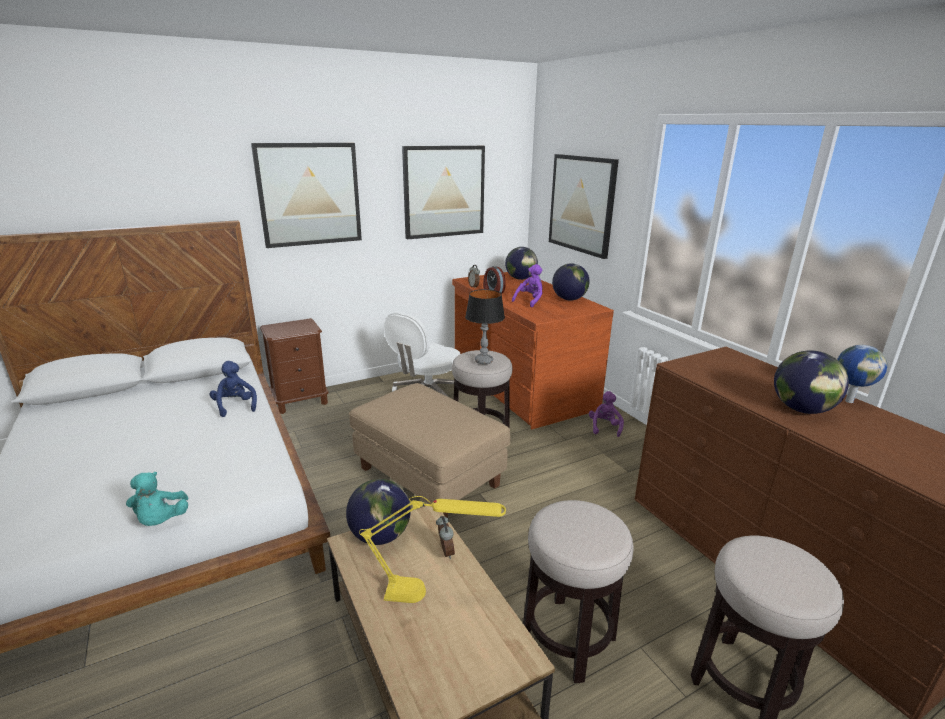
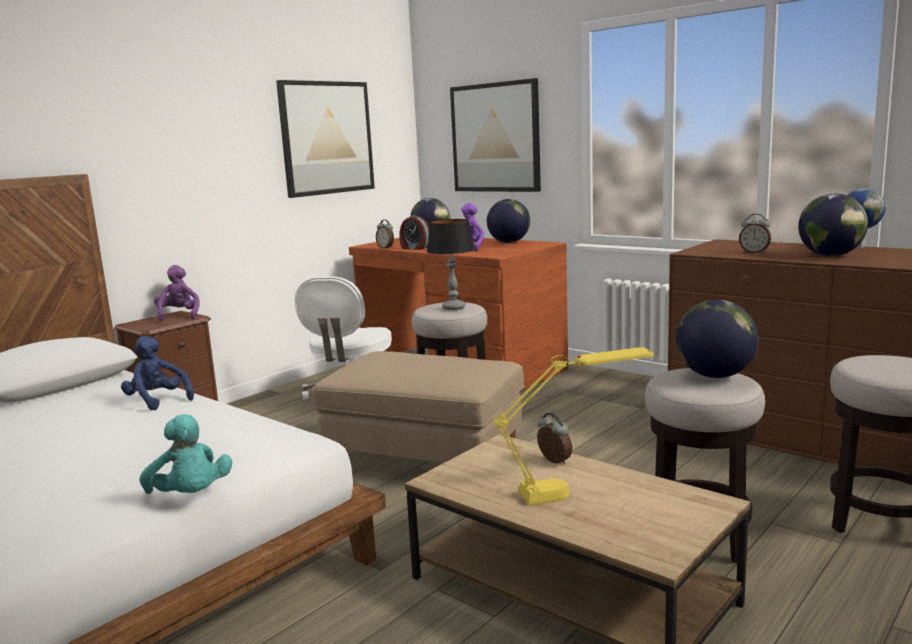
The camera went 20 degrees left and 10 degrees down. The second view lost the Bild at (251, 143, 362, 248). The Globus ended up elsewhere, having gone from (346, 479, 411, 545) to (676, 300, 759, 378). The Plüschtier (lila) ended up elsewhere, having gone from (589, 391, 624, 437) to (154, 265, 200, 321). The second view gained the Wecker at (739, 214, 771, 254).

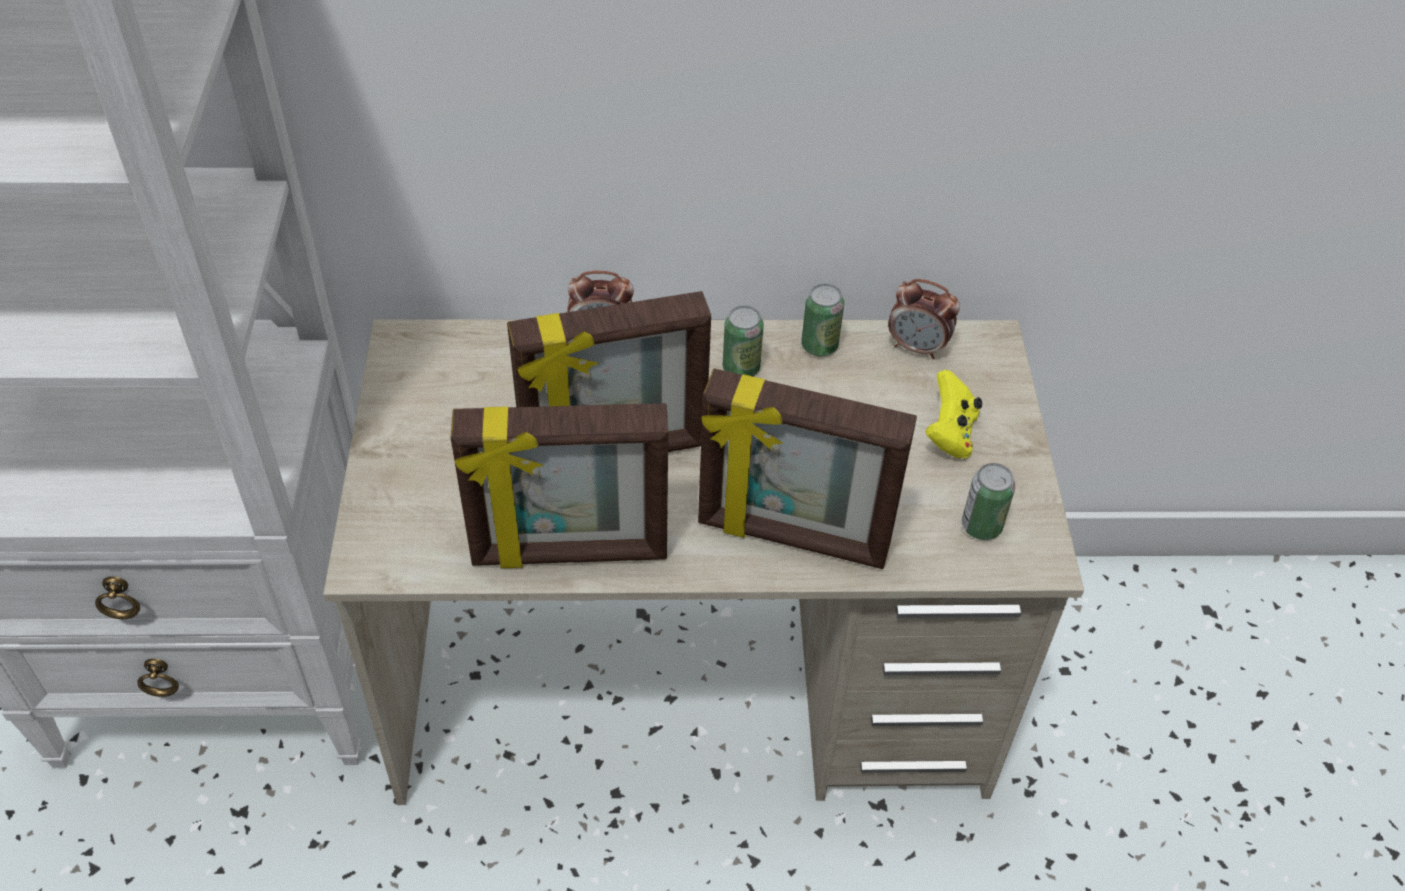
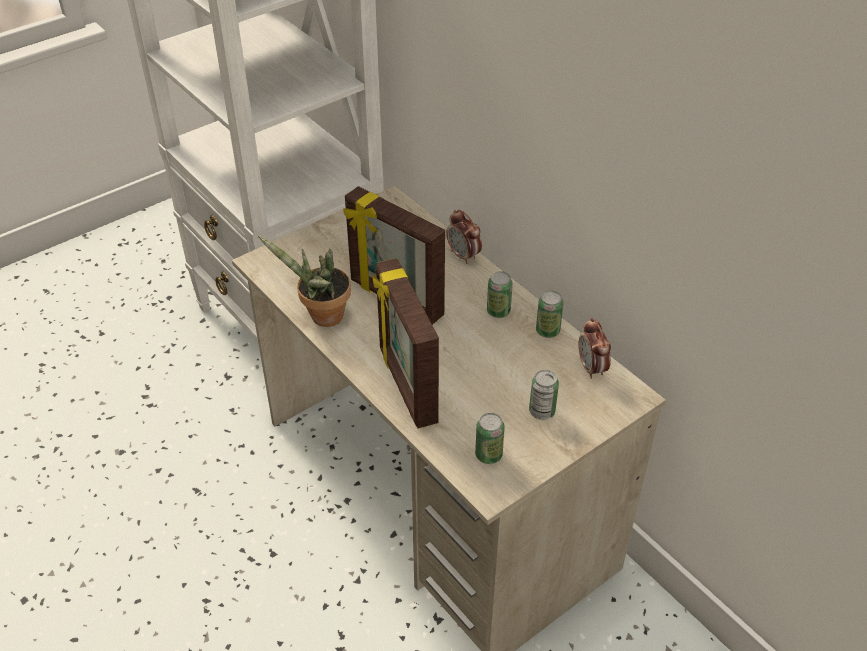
The camera went 55 degrees right and 5 degrees down. Where the Bilderrahmen stood at (451, 403, 668, 568), the Topfpflanze came to stand at (258, 235, 351, 327). Where the Gamepad (gelb) stood at (925, 370, 982, 459), the Dose came to stand at (529, 370, 559, 420).

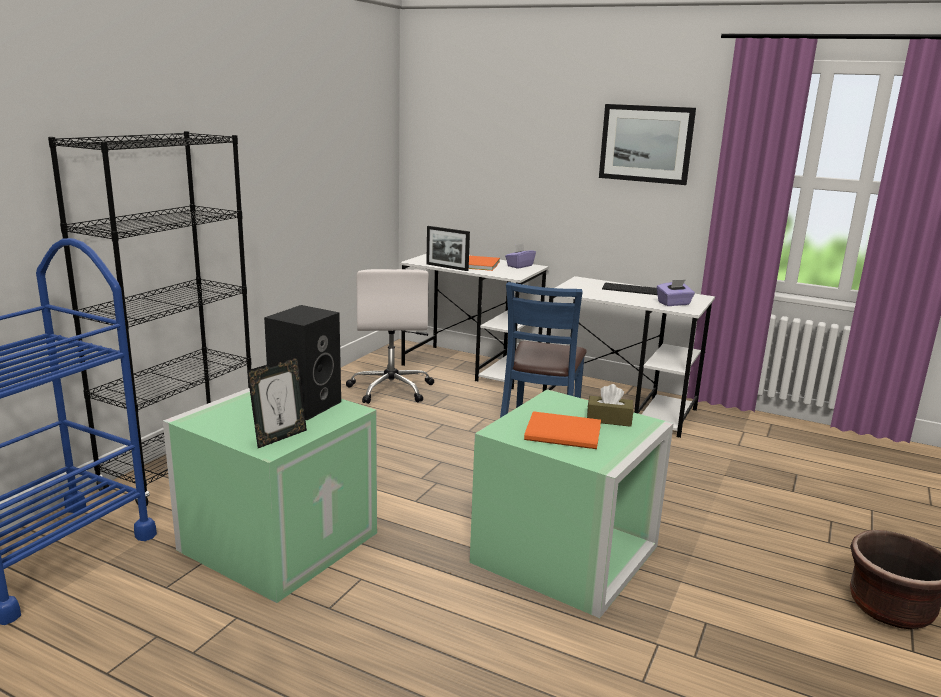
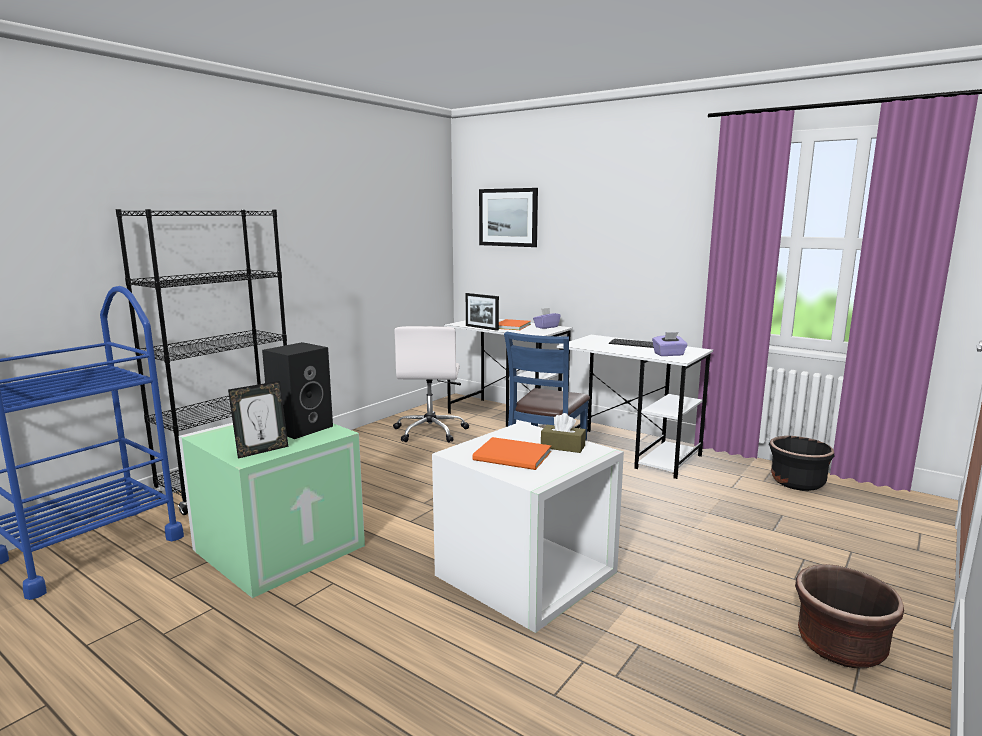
The camera went 10 degrees right and 5 degrees down. What was the Aufbewahrungsbox (grün) at (470, 389, 674, 618) turned into the Aufbewahrungsbox (weiß) at (432, 422, 624, 633). The Bild ended up elsewhere, having gone from (599, 104, 696, 185) to (479, 188, 538, 247). The second view gained the Pflanzkübel (schwarz) at (769, 436, 834, 491).

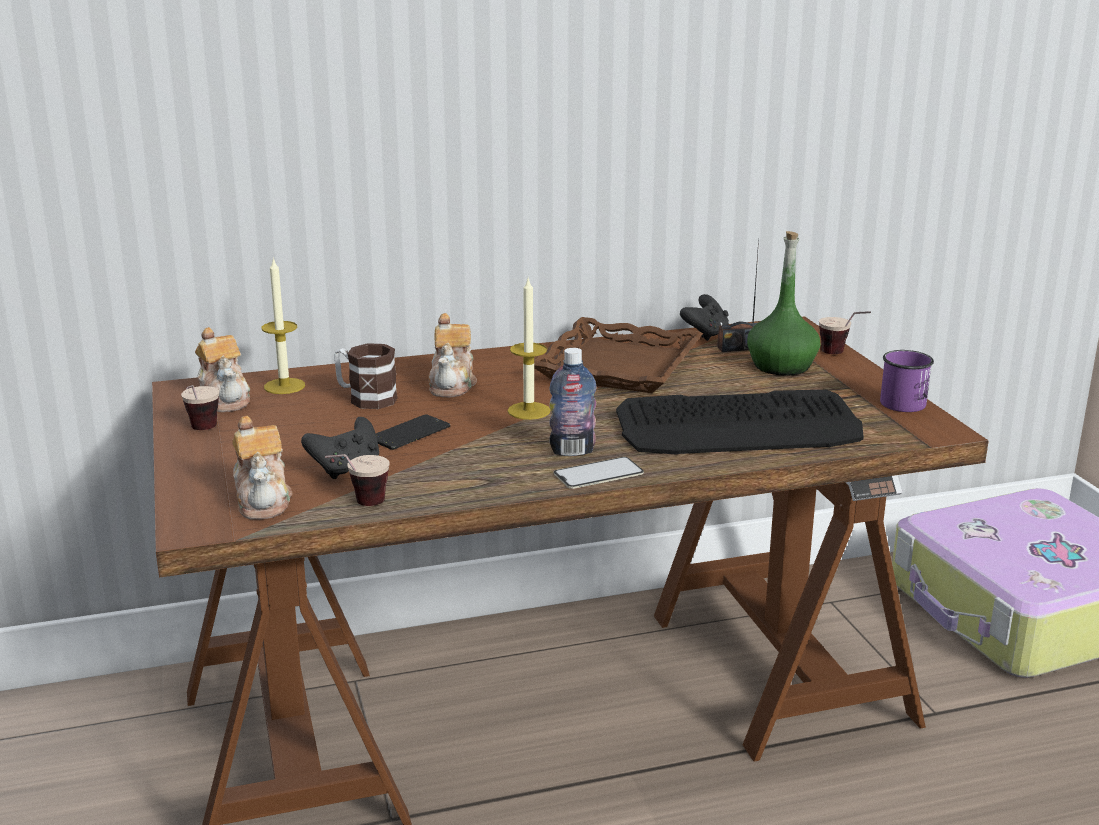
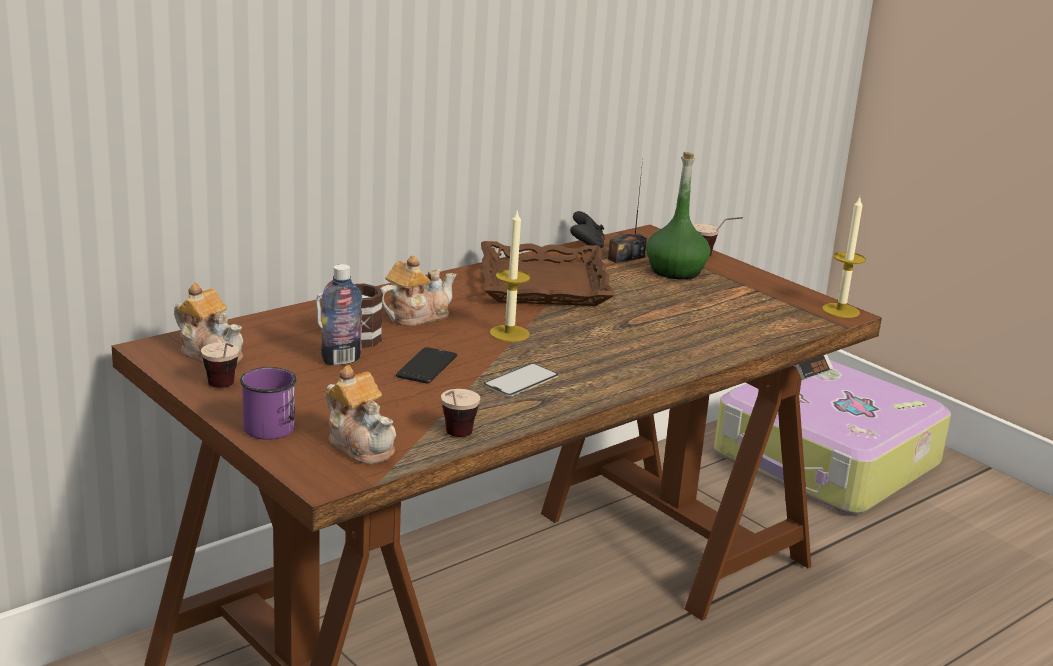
The camera went 25 degrees left and 0 degrees up. The Kerze ended up elsewhere, having gone from (262, 258, 305, 394) to (822, 197, 866, 318). The second view lost the Gamepad (schwarz) at (301, 417, 379, 479). The Teekanne at (429, 313, 477, 397) ended up facing another way, 105 degrees counterclockwise from before. The Flasche ended up elsewhere, having gone from (549, 348, 597, 456) to (321, 264, 362, 365). The Handy ended up elsewhere, having gone from (554, 457, 644, 489) to (483, 363, 558, 397). The second view lost the Tastatur at (616, 390, 864, 455). The Henkelbecher (lila) ended up elsewhere, having gone from (880, 350, 934, 412) to (240, 367, 297, 440).

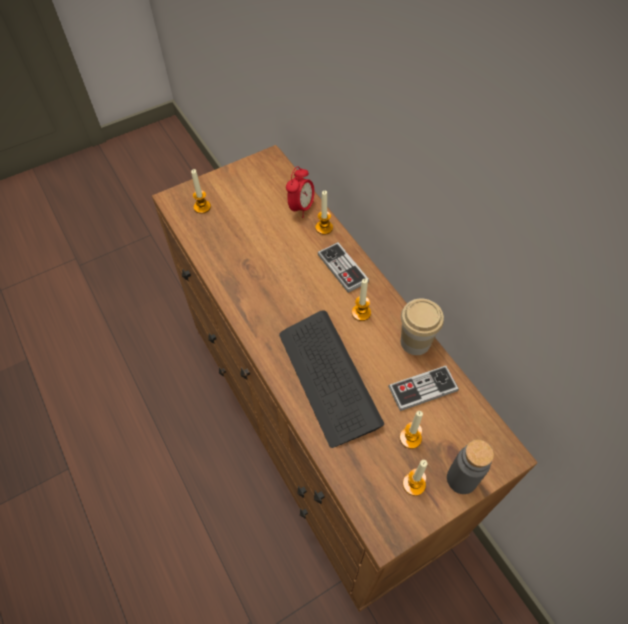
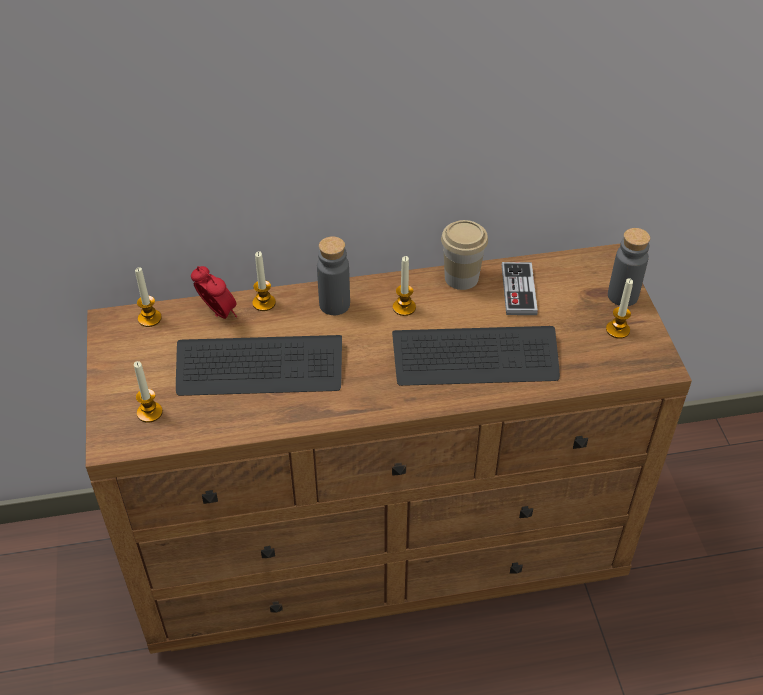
The camera went 70 degrees left and 10 degrees down. Where the Gamepad stood at (318, 242, 369, 293), the Flasche (grau) came to stand at (317, 236, 350, 315). The Kerze ended up elsewhere, having gone from (400, 411, 423, 449) to (135, 267, 162, 327). The second view gained the Tastatur at (176, 335, 342, 396).

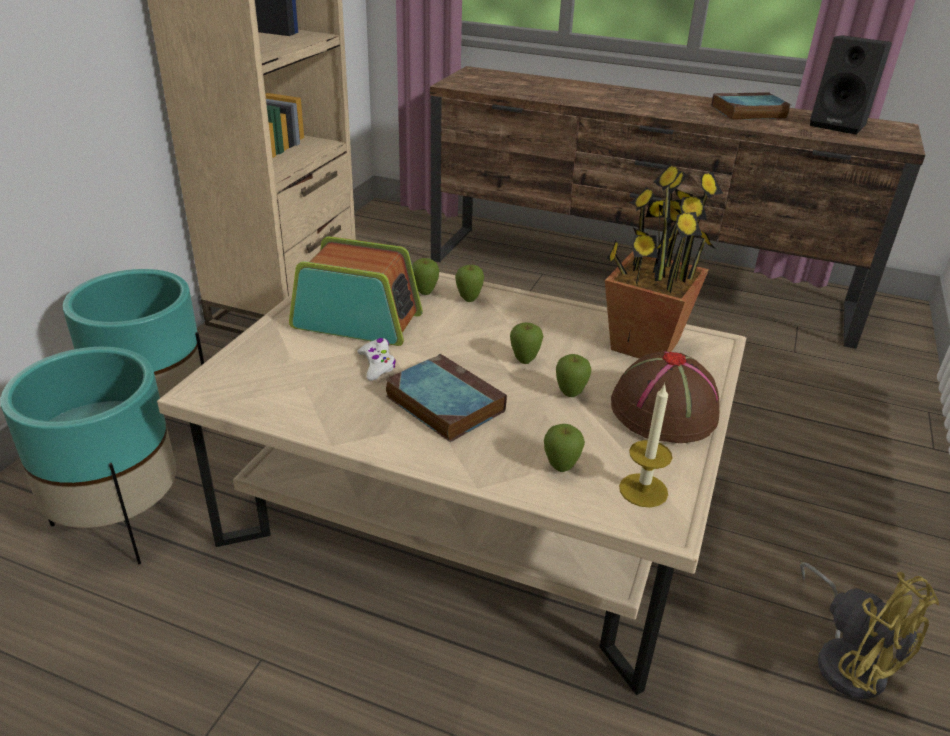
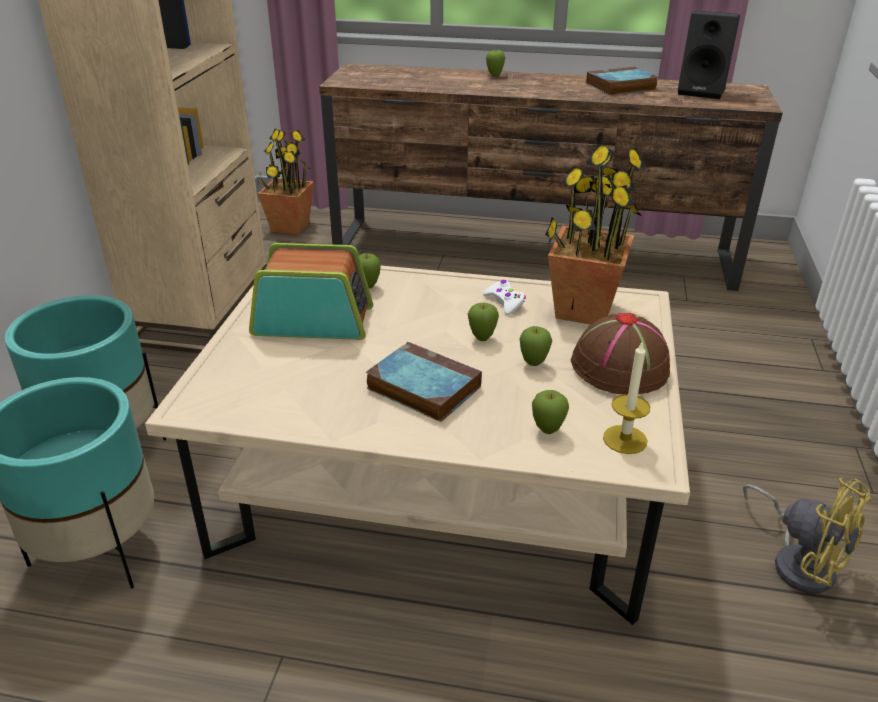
The camera went 10 degrees left and 0 degrees up. The Gamepad (weiß) ended up elsewhere, having gone from (357, 338, 396, 381) to (483, 280, 526, 315). The Apfel ended up elsewhere, having gone from (455, 265, 484, 302) to (486, 49, 505, 77). The second view gained the Topfpflanze at (257, 129, 314, 235).

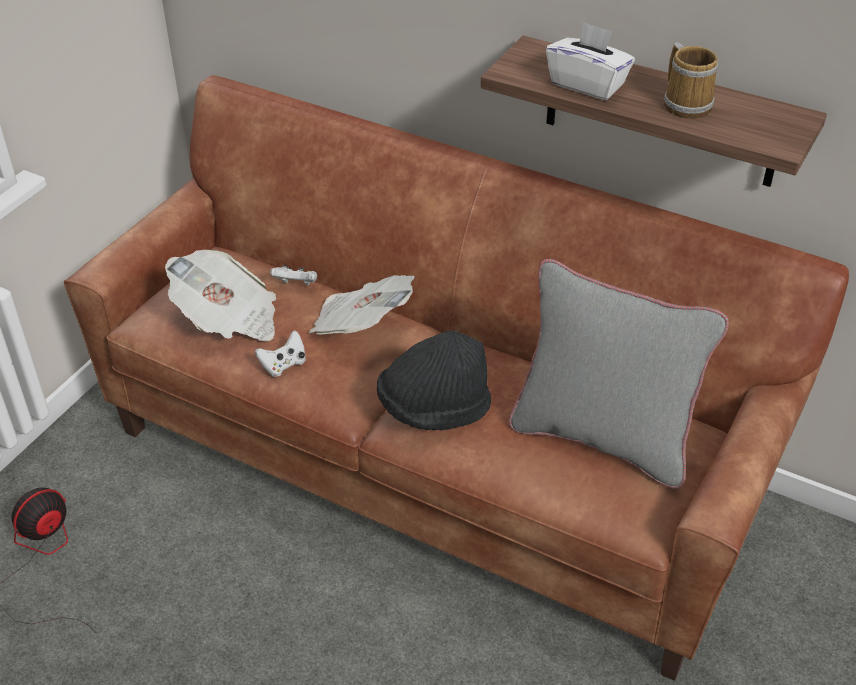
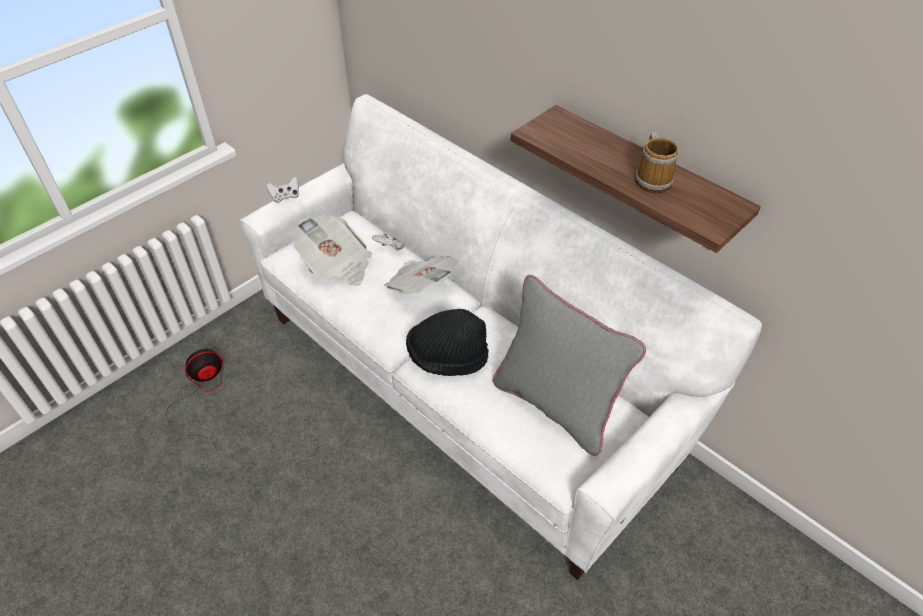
The camera went 15 degrees right and 5 degrees up. What was the Sofa (braun) at (64, 75, 849, 681) turned into the Sofa (weiß) at (239, 94, 762, 580). The Gamepad (weiß) ended up elsewhere, having gone from (255, 330, 306, 377) to (266, 176, 299, 203). The second view lost the Taschentuchbox (weiß) at (546, 22, 635, 100).

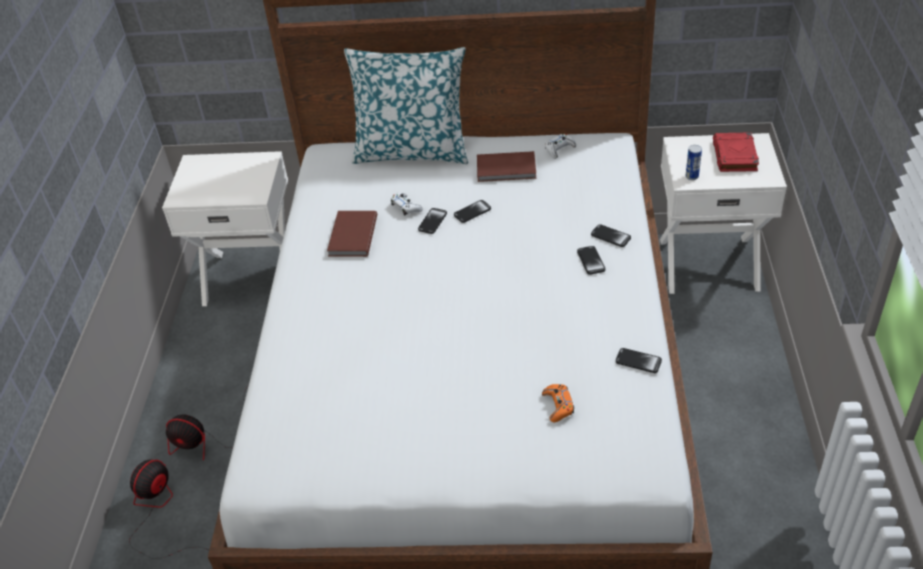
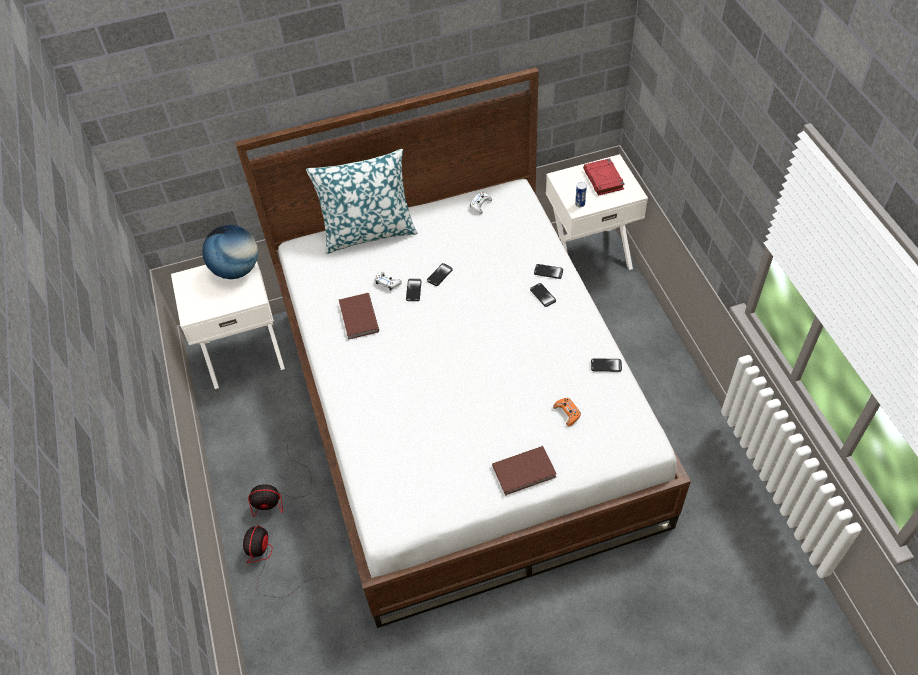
The camera went 20 degrees left and 10 degrees up. The Buch (braun) ended up elsewhere, having gone from (477, 151, 536, 182) to (492, 446, 557, 496). The second view gained the Globus at (202, 225, 258, 279).

